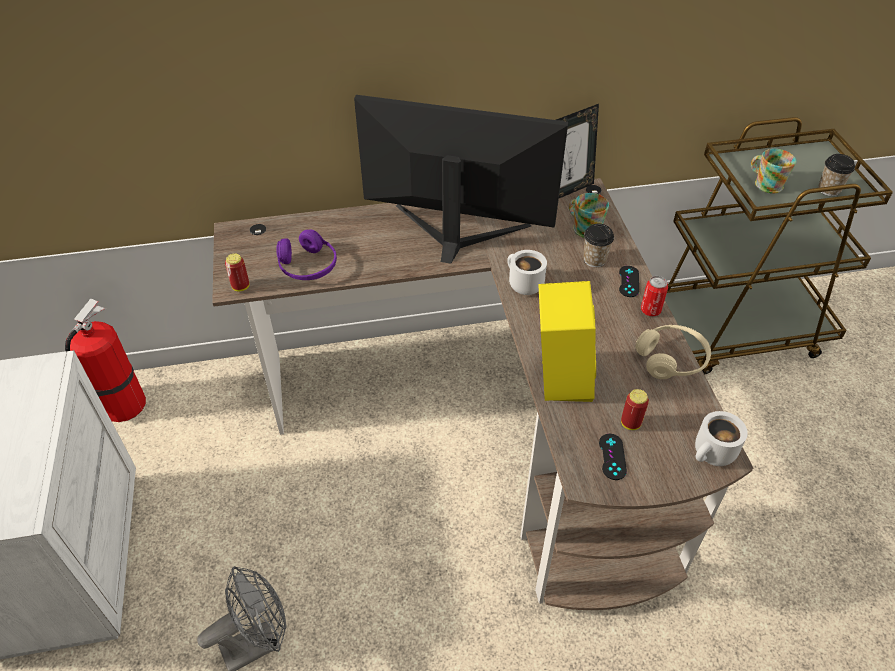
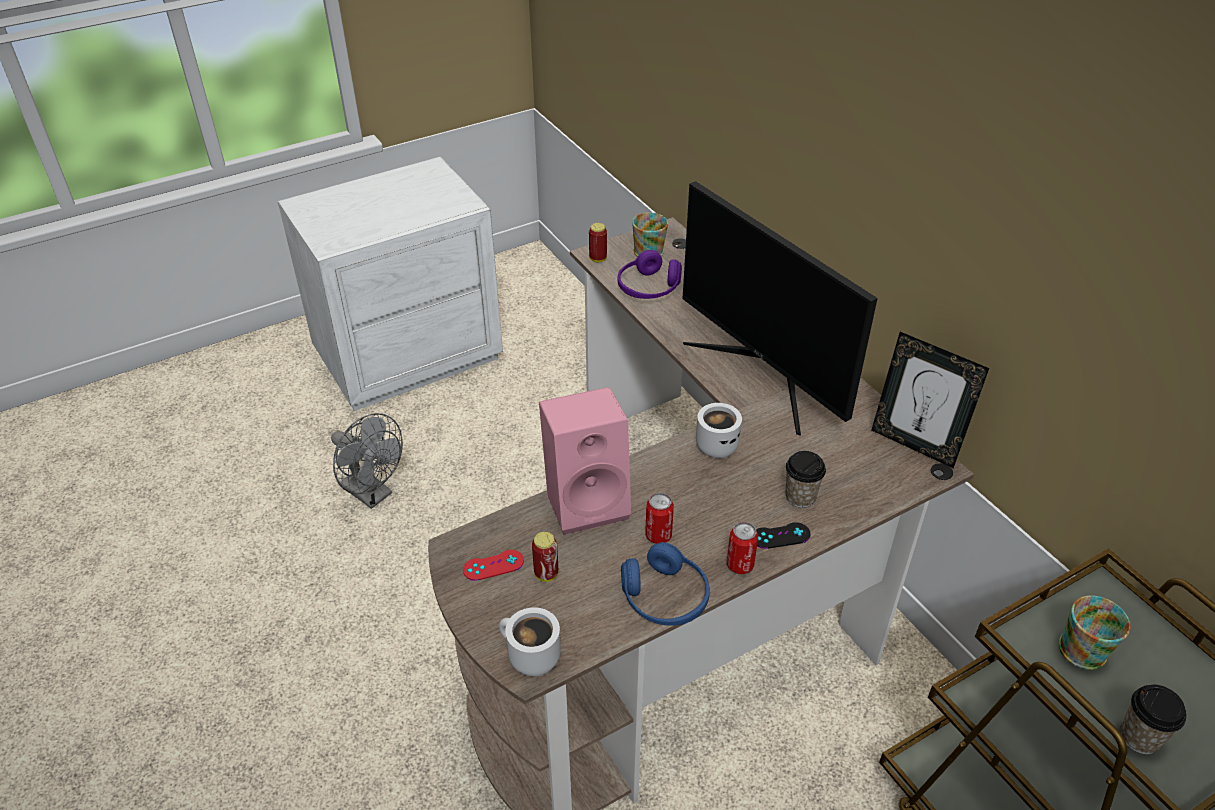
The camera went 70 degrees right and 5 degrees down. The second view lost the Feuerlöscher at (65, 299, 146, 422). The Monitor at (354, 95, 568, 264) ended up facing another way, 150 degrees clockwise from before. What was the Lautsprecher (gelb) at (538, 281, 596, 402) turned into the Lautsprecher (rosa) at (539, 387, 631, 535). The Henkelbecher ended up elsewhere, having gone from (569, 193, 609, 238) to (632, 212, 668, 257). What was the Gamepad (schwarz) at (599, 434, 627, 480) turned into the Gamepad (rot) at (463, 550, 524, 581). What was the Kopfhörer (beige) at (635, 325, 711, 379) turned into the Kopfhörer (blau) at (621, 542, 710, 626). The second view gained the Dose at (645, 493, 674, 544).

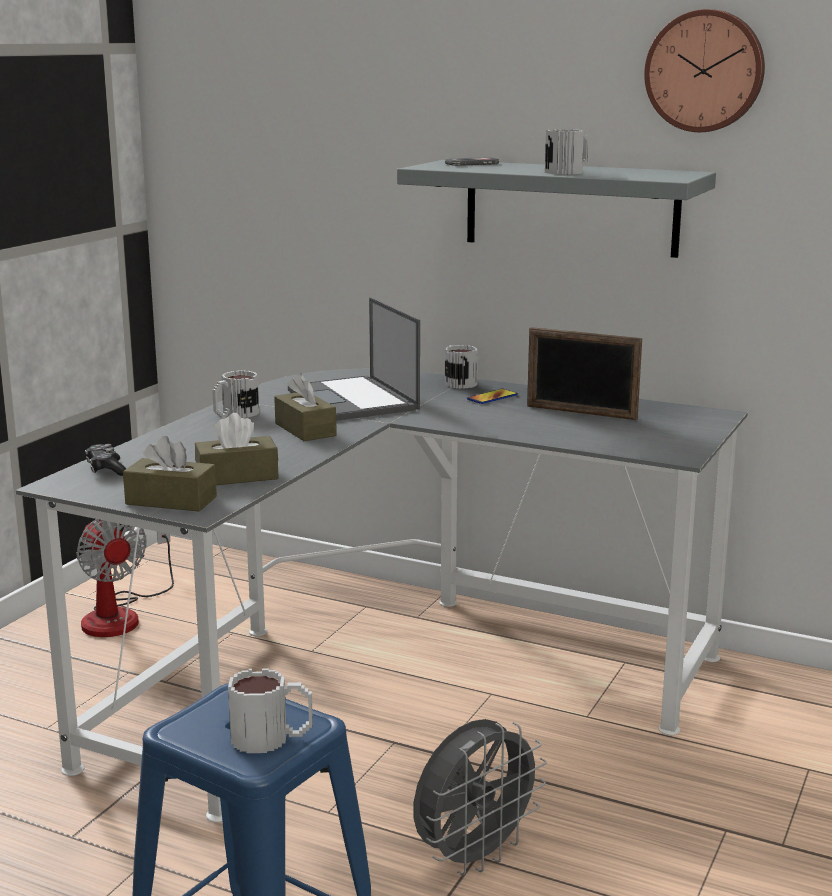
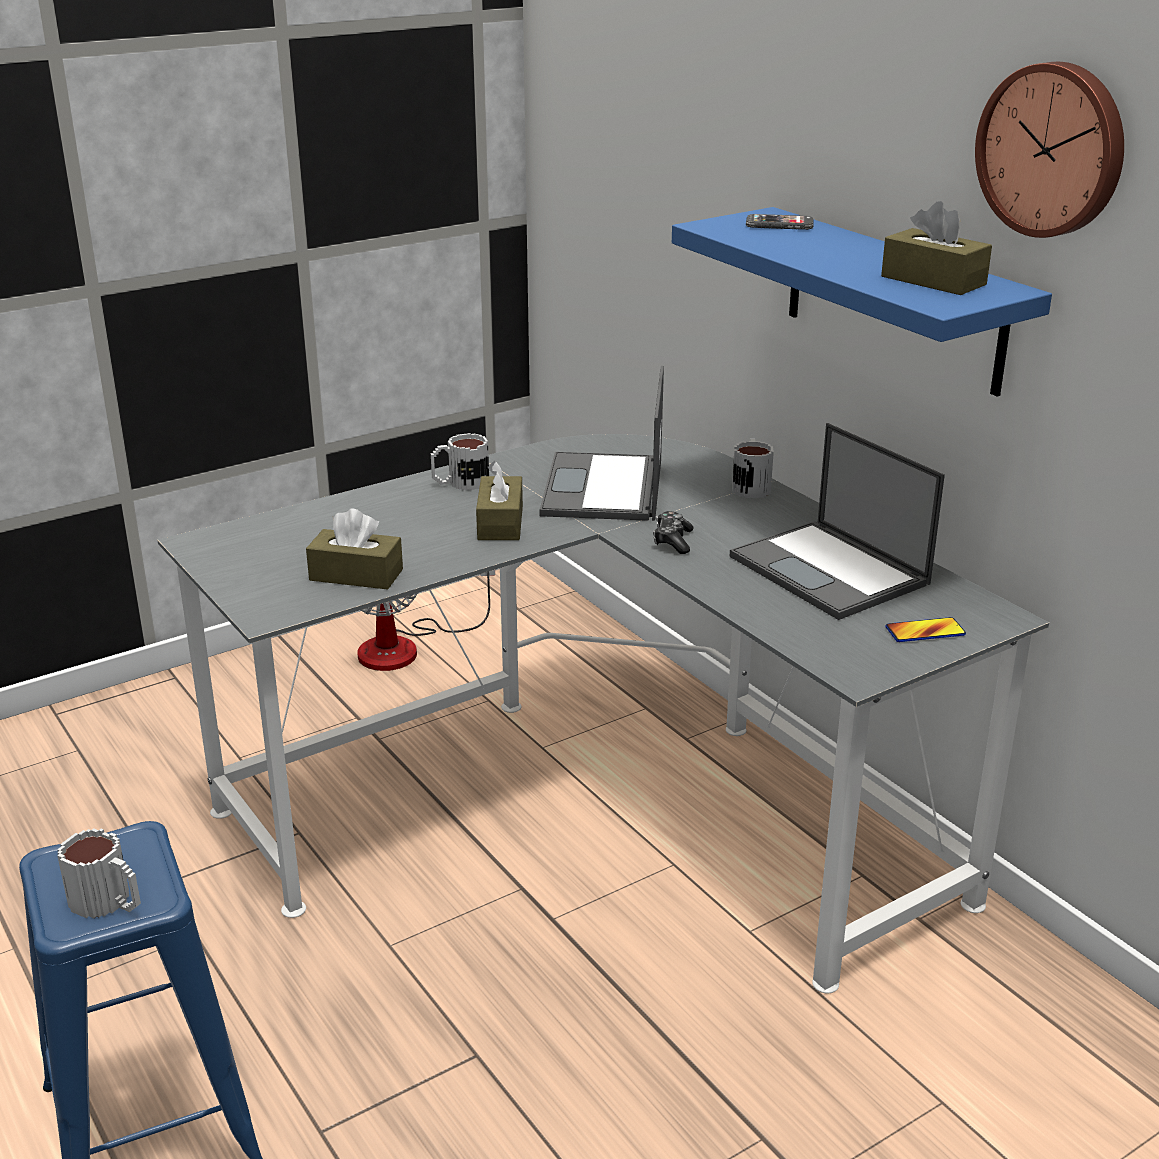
The camera went 30 degrees right and 10 degrees up. The Gamepad ended up elsewhere, having gone from (85, 444, 126, 476) to (653, 511, 694, 554). The Taschentuchbox (braun) ended up elsewhere, having gone from (123, 436, 217, 512) to (881, 201, 992, 295). What was the Wandregal (grau) at (397, 160, 716, 258) turned into the Wandregal (blau) at (672, 207, 1052, 397). The second view lost the Ventilator (grau) at (414, 719, 546, 875). The Handy ended up elsewhere, having gone from (467, 389, 518, 404) to (885, 617, 966, 642). Where the Bilderrahmen stood at (527, 327, 642, 420), the Laptop came to stand at (730, 423, 945, 620). The second view lost the Henkelbecher at (545, 129, 588, 175).

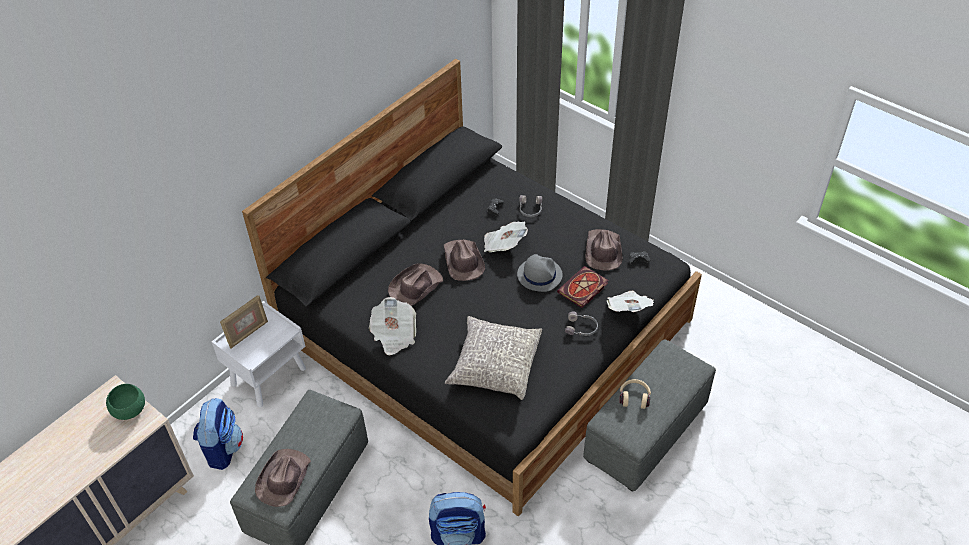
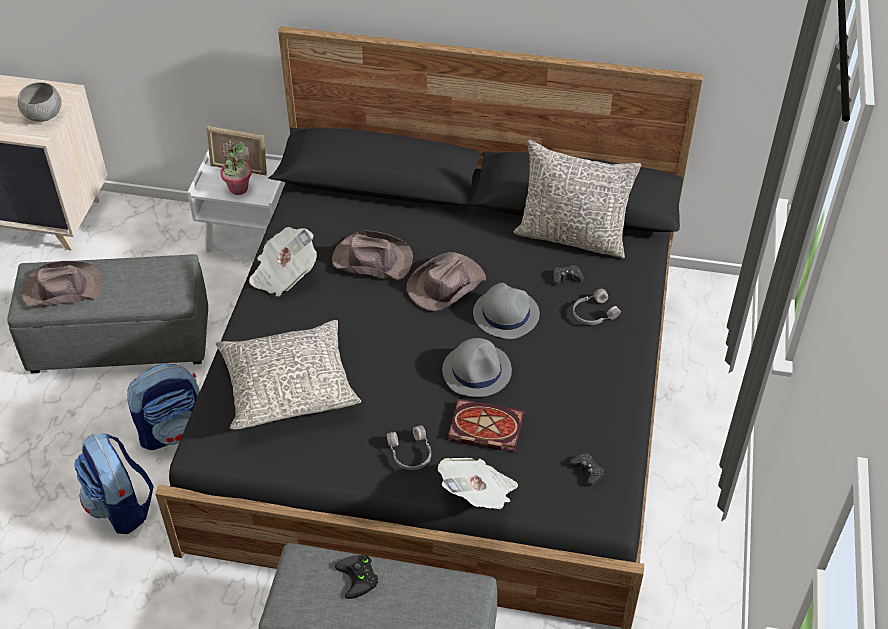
The camera went 60 degrees right and 0 degrees up. What was the Schüssel (grün) at (106, 384, 145, 420) turned into the Schüssel (grau) at (18, 82, 61, 122). The Rucksack ended up elsewhere, having gone from (193, 398, 243, 470) to (127, 364, 200, 450). Where the Zeitung stood at (484, 222, 528, 252), the Hut (grau) came to stand at (473, 283, 540, 339). The second view lost the Hut (braun) at (585, 229, 622, 270). Where the Kopfhörer (beige) stood at (620, 379, 651, 409), the Gamepad (schwarz) came to stand at (335, 555, 379, 599). The second view gained the Topfpflanze at (220, 140, 252, 195). The second view gained the Kissen (grau) at (514, 140, 641, 259).

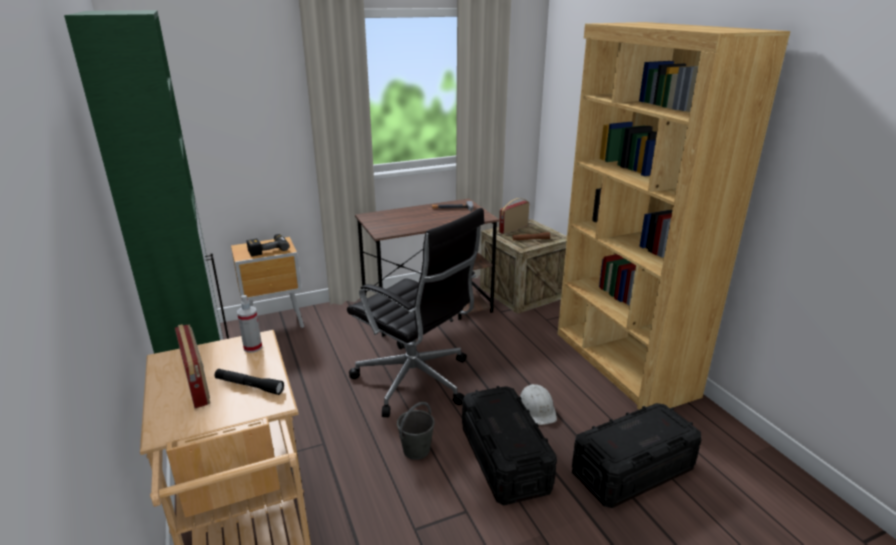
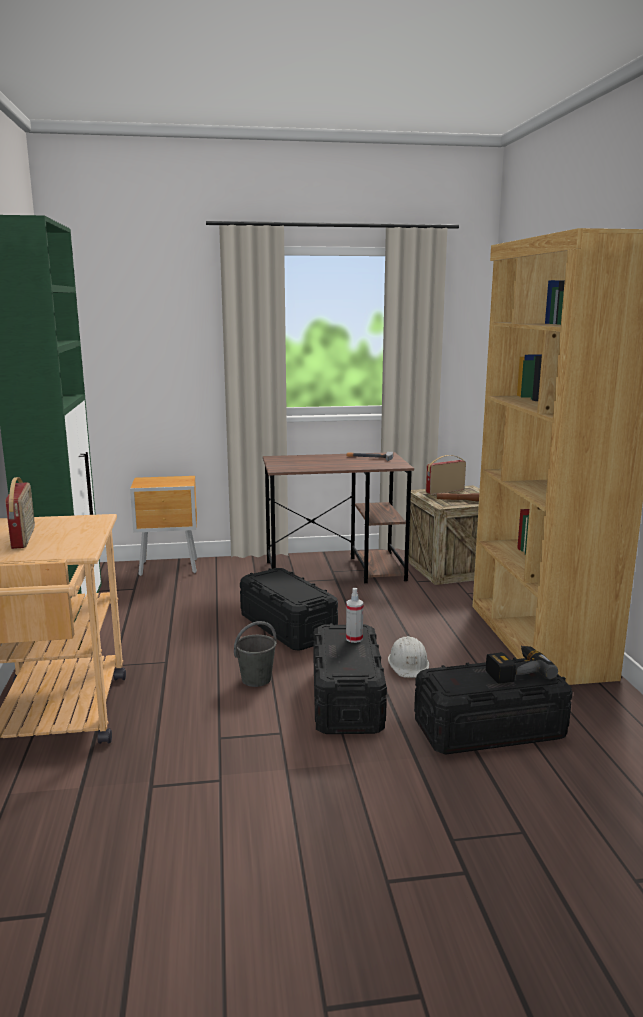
The camera went 15 degrees right and 10 degrees down. The second view lost the Taschenlampe (schwarz) at (215, 369, 284, 395). The Sprühflasche ended up elsewhere, having gone from (237, 295, 262, 353) to (346, 588, 363, 643). The Bohrmaschine ended up elsewhere, having gone from (246, 234, 289, 256) to (486, 646, 558, 684). Where the Bürostuhl (schwarz) stood at (347, 208, 485, 417), the Aufbewahrungsbox (schwarz) came to stand at (240, 568, 338, 651).

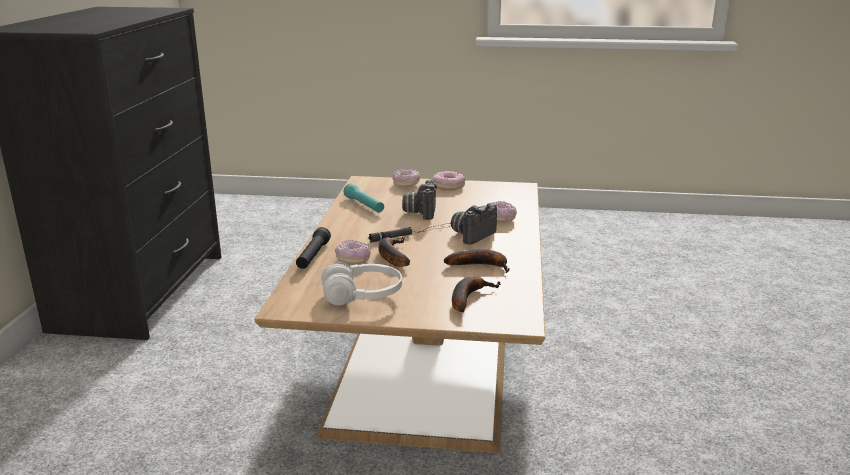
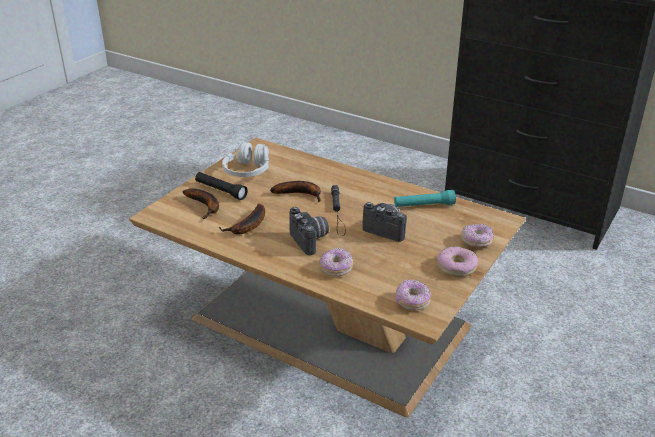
The camera went 115 degrees right and 10 degrees up. The Taschenlampe (schwarz) ended up elsewhere, having gone from (296, 227, 331, 269) to (195, 172, 248, 200). The Donut ended up elsewhere, having gone from (335, 240, 371, 265) to (395, 279, 431, 311).

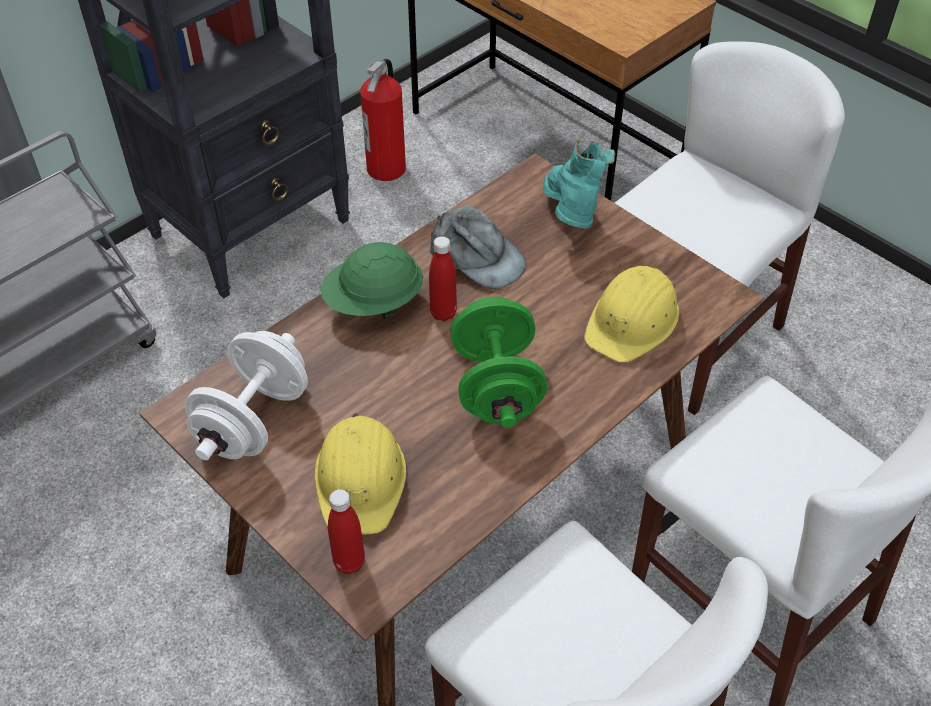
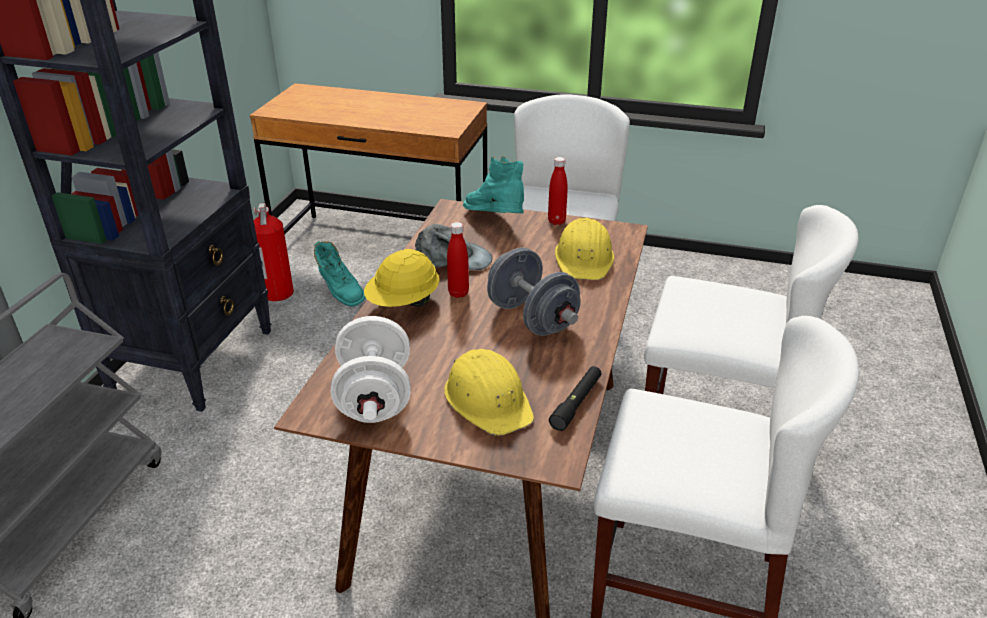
The camera went 30 degrees left and 15 degrees down. What was the Schutzhelm (grün) at (321, 242, 423, 318) turned into the Schutzhelm (gelb) at (364, 249, 440, 307). The Flasche (rot) ended up elsewhere, having gone from (328, 489, 365, 574) to (548, 157, 568, 225). What was the Hantel (grün) at (450, 297, 547, 428) turned into the Hantel (grau) at (487, 247, 581, 336). The second view gained the Stiefel (türkis) at (314, 241, 366, 307). The second view gained the Taschenlampe (schwarz) at (549, 366, 602, 431).

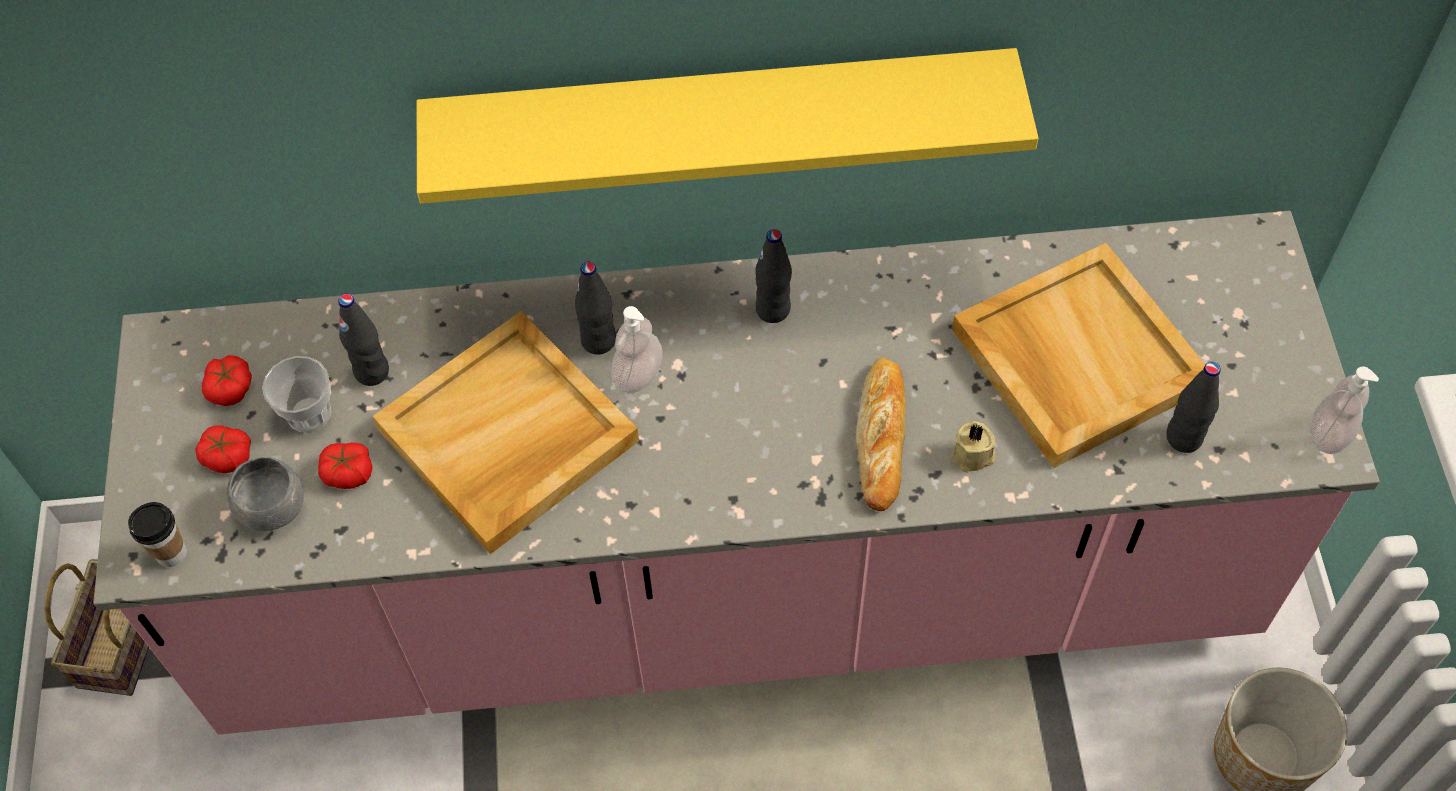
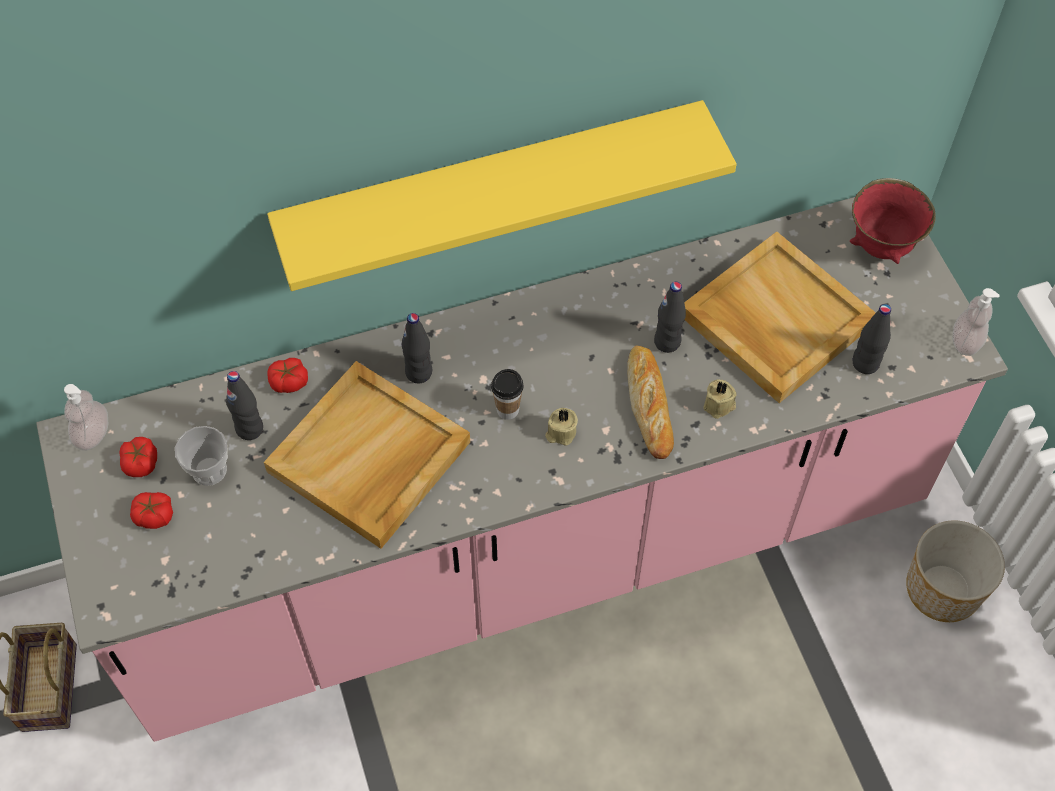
The camera went 15 degrees left and 0 degrees up. The Tasse ended up elsewhere, having gone from (128, 502, 187, 567) to (491, 369, 524, 420). The second view lost the Schüssel (grau) at (226, 457, 304, 531). The Tomate ended up elsewhere, having gone from (318, 442, 373, 489) to (267, 358, 308, 393). The Seifenspender ended up elsewhere, having gone from (611, 306, 663, 394) to (64, 384, 108, 451). The Flasche (schwarz) ended up elsewhere, having gone from (755, 229, 792, 323) to (654, 282, 686, 353). The second view gained the Kerze (beige) at (545, 408, 578, 446). The second view gained the Schüssel (rot) at (850, 178, 936, 264).

